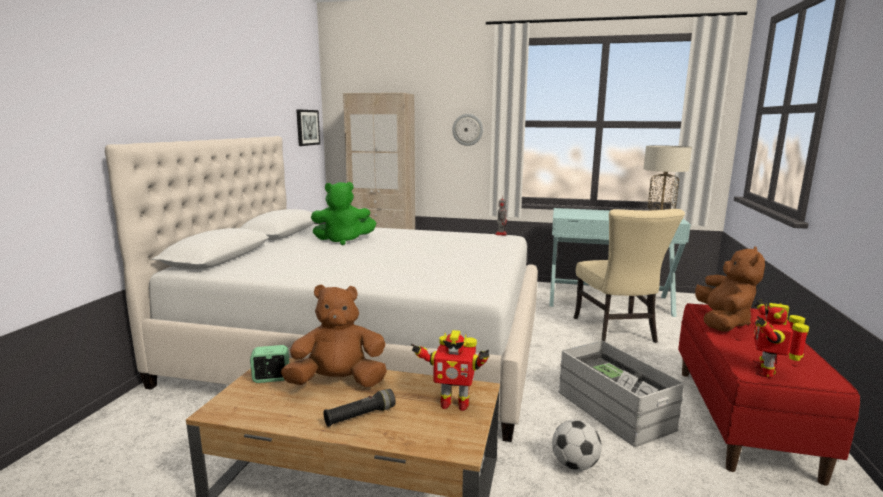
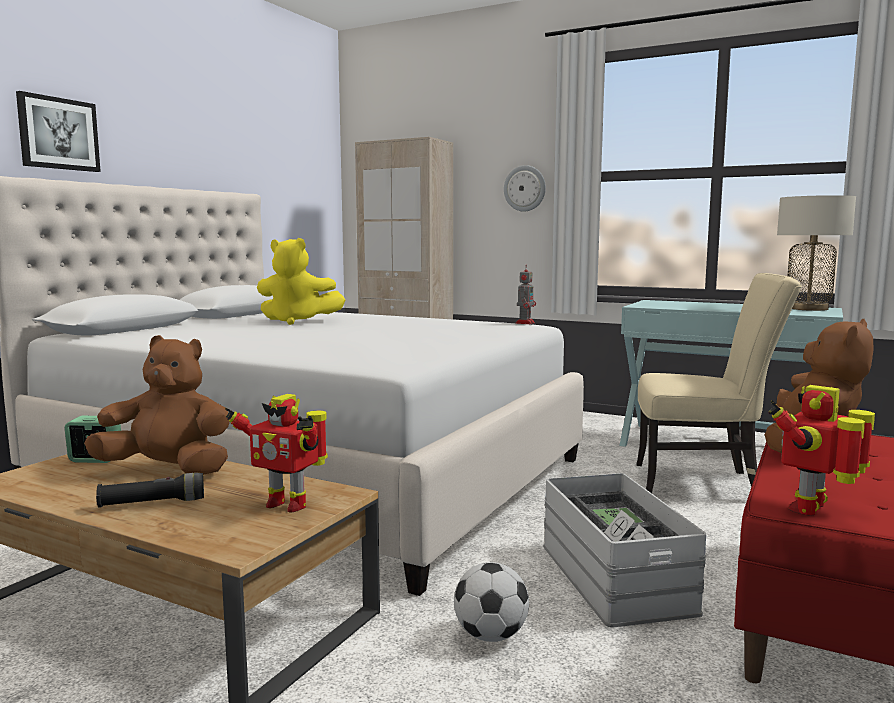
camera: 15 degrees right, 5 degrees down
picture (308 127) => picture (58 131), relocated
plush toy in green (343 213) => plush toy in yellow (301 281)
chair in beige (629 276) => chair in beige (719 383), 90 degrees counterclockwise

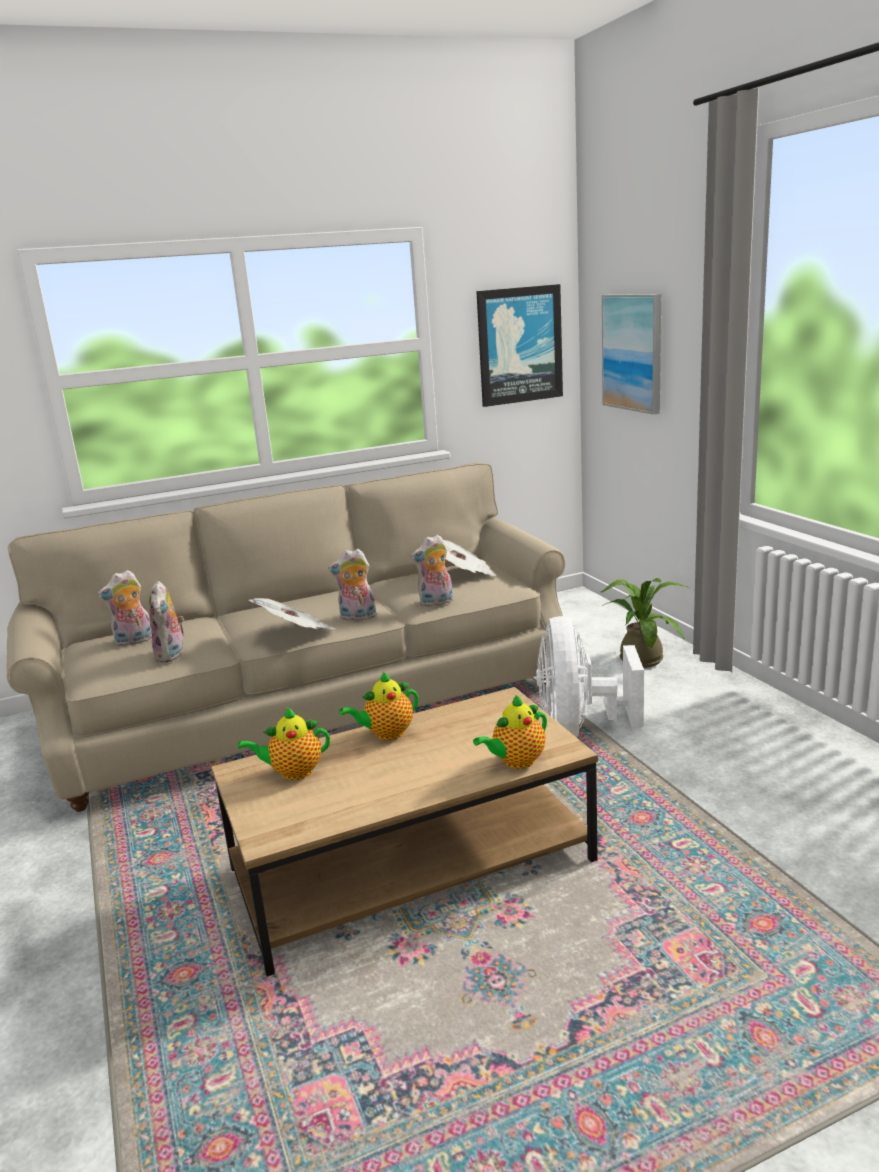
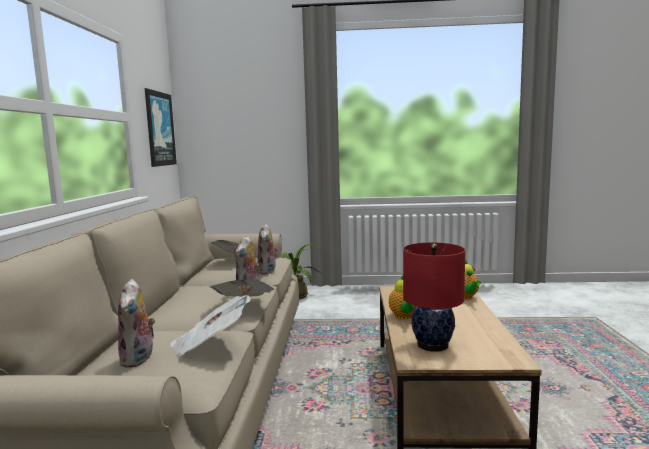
camera: 65 degrees left, 10 degrees down
plush toy (166 622) => newspaper (210 326)
teapot (284 743) => table lamp in red (434 297)
fan in white (590 676) => nothing
picture (631 354) => nothing

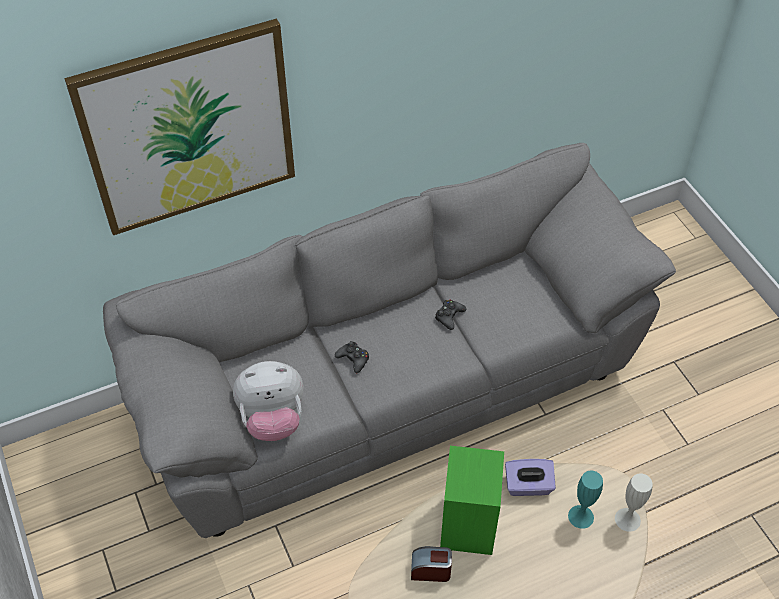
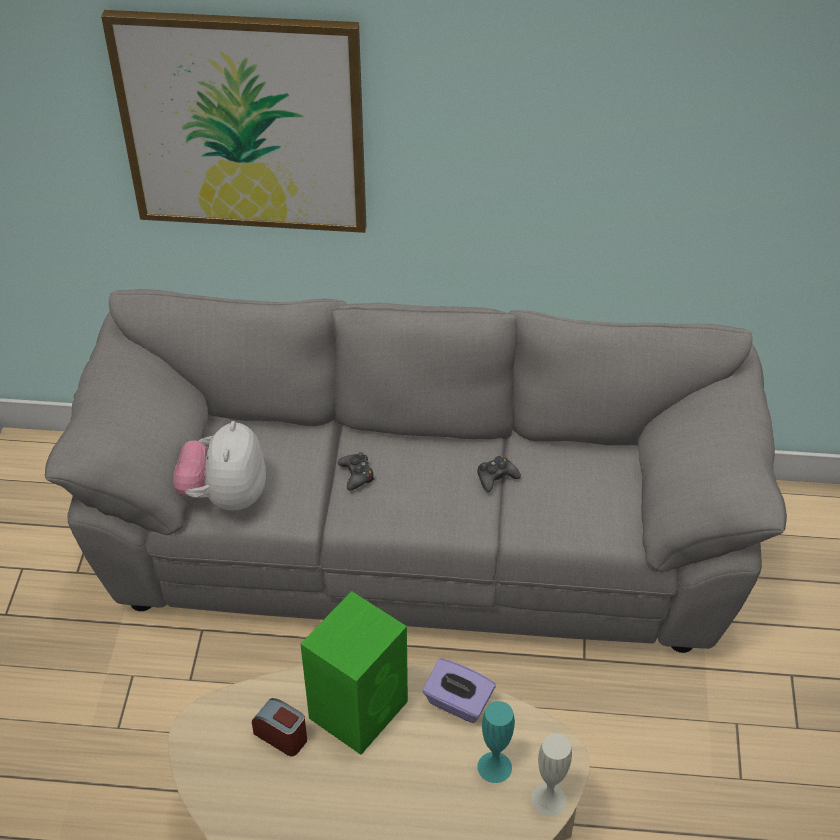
camera: 30 degrees right, 5 degrees down
plush toy (268 401) => plush toy (219 466), 75 degrees clockwise

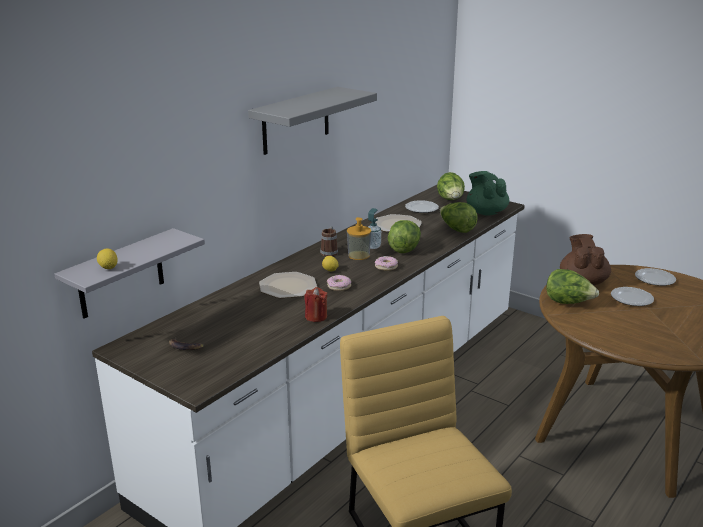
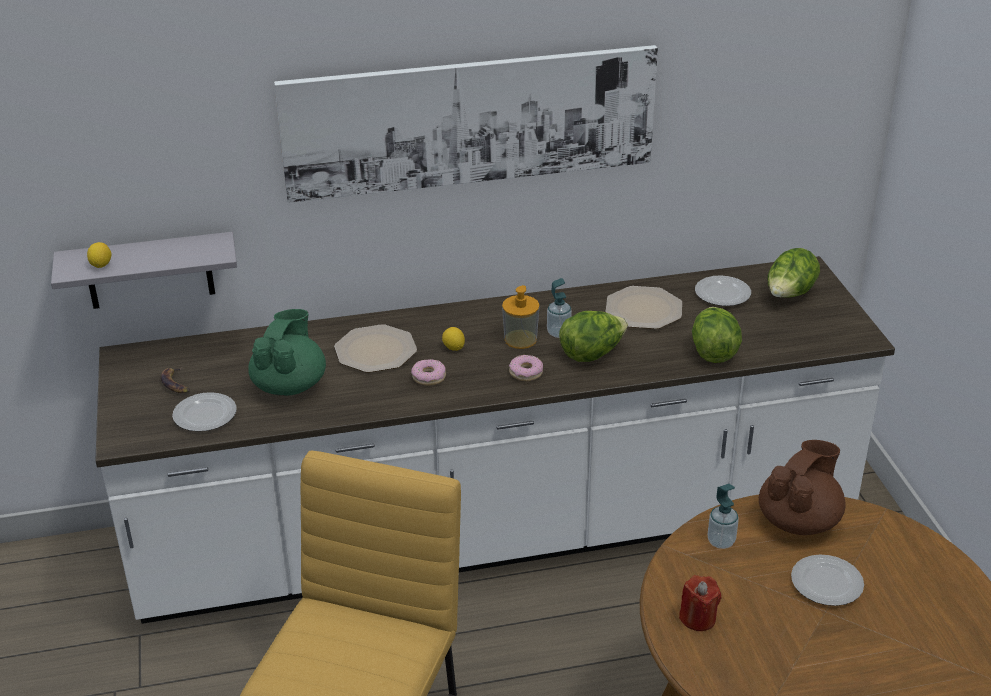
camera: 40 degrees right, 10 degrees up
plate (655 277) => plate (204 412), relocated
teapot in green (487 193) => teapot in green (287 352), relocated
shelf in grey (312 121) => picture (466 124)
candle in red (315 304) => candle in red (700 603), relocated
lettuce (572 286) => soap dispenser (723 516)
mug (329 241) => nothing

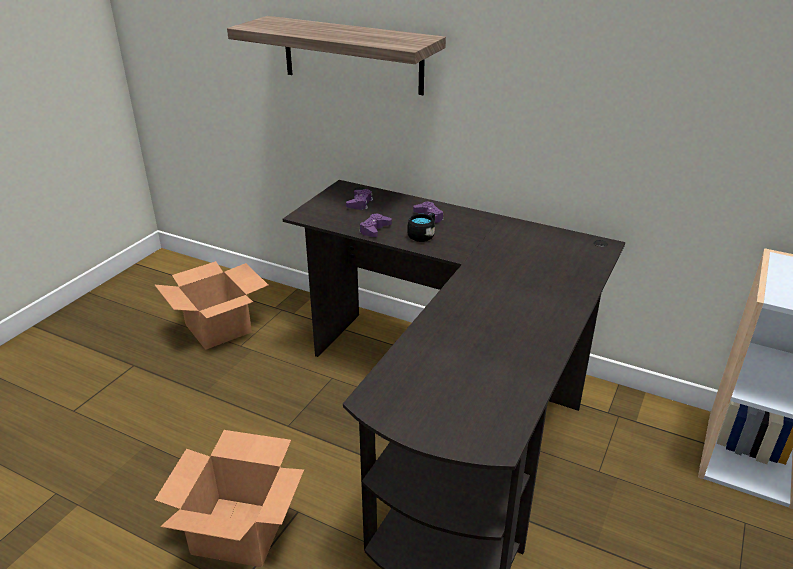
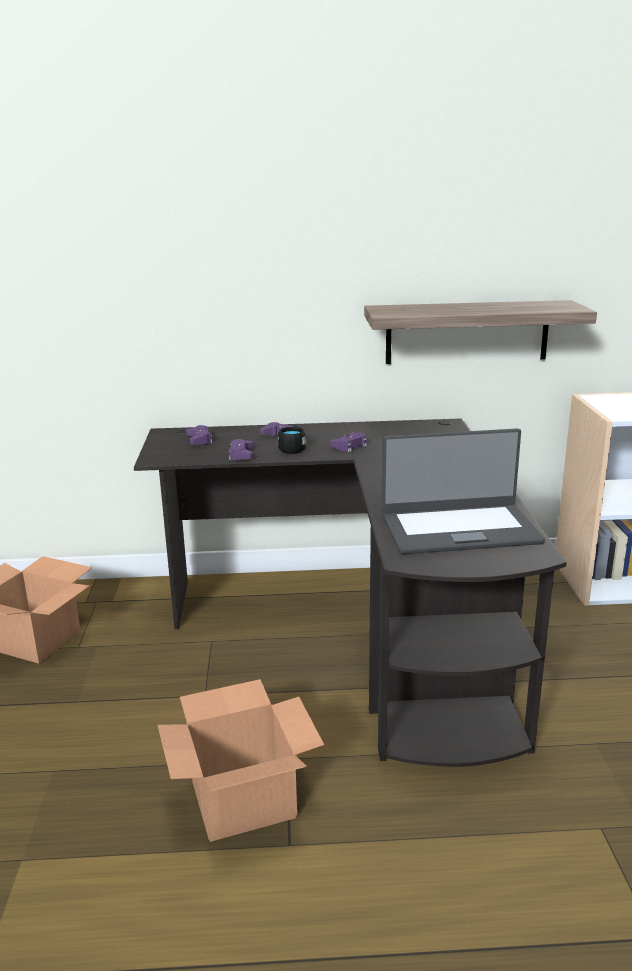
camera: 30 degrees left, 10 degrees down
nothing => game controller in purple (348 442)
shelf (336 55) => shelf (480 332), relocated
nothing => laptop (463 491)

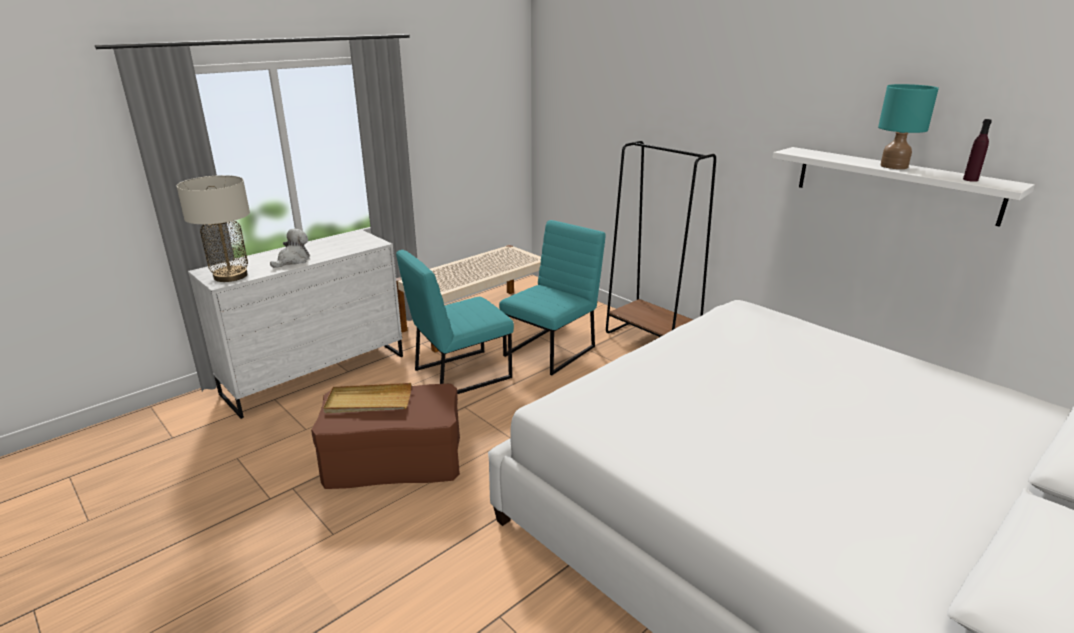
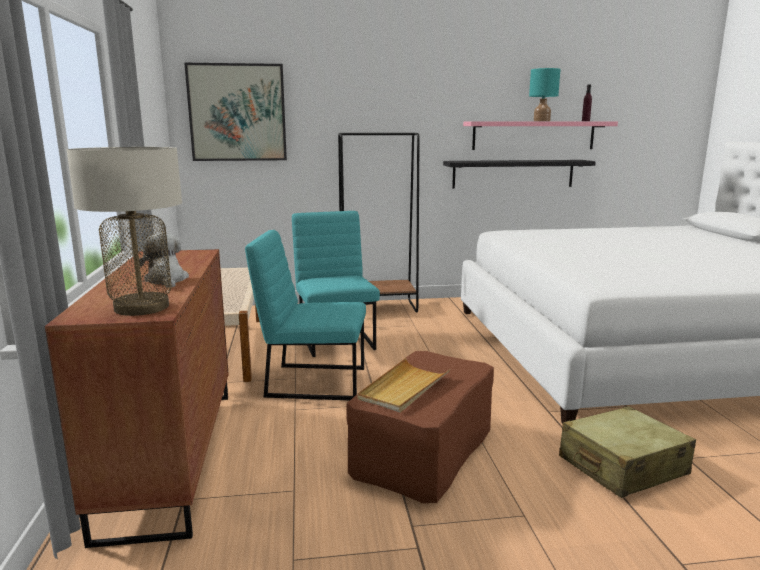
camera: 55 degrees left, 10 degrees down
dresser in white (295 324) => dresser in brown (137 398)
nothing => picture (235 112)
chair in turquoise (455 322) => chair in turquoise (305 315), 90 degrees clockwise
nothing => shelf in black (519 174)
shelf in white (903 187) => shelf in pink (540 135)
nothing => suitcase in beige (627 452)

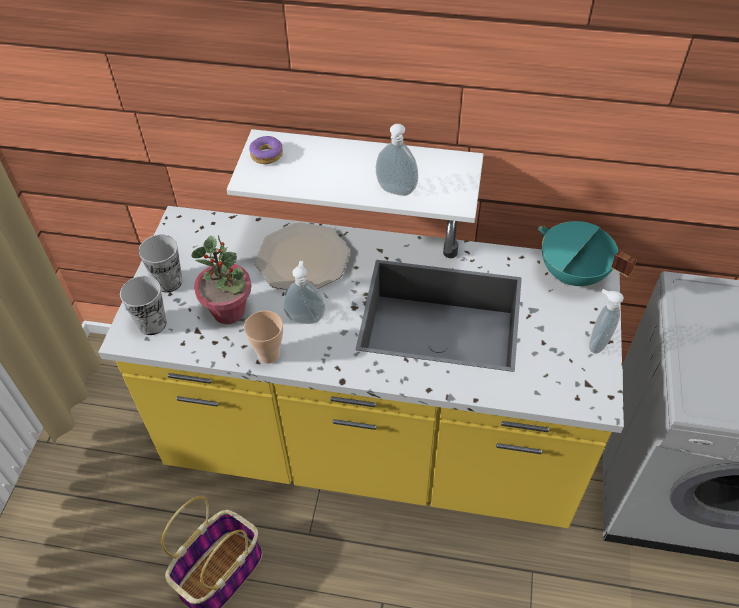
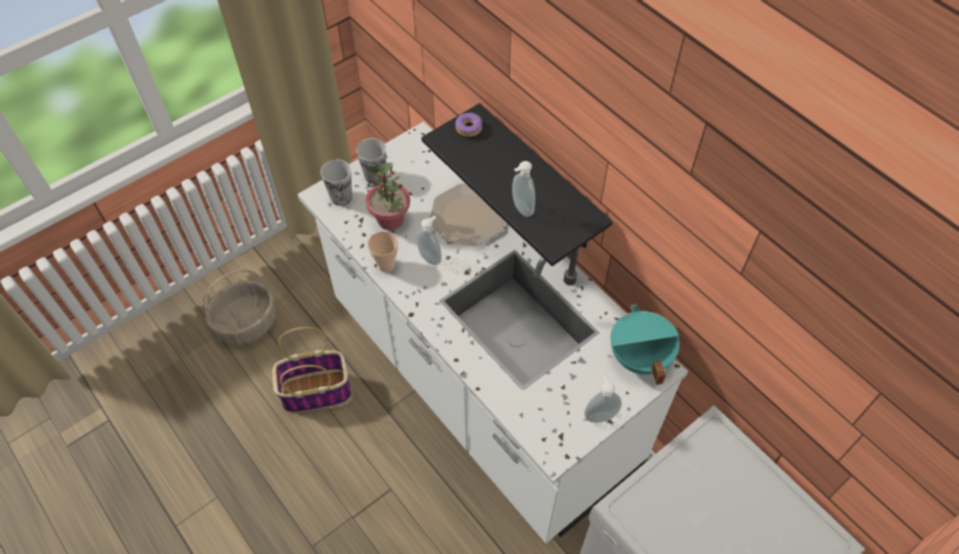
camera: 40 degrees right, 5 degrees up
nothing => basket (239 307)
counter in yellow (361 367) => counter in white (493 332)
shelf in white (355 176) => shelf in black (517 184)

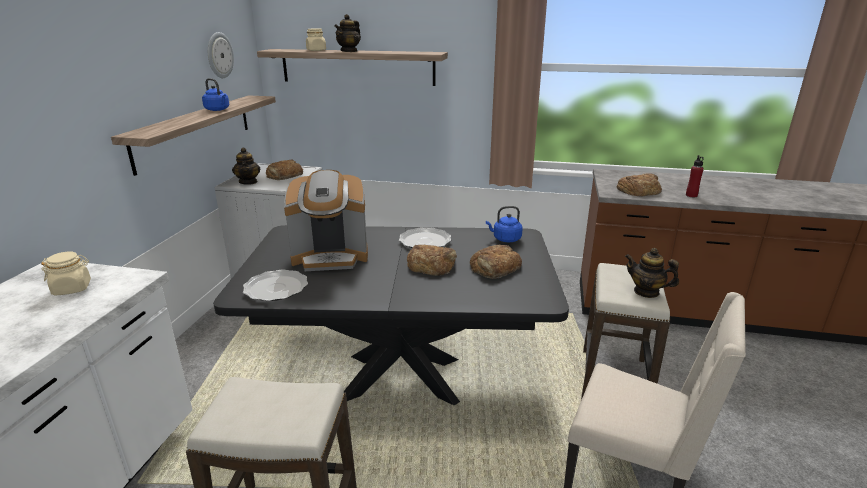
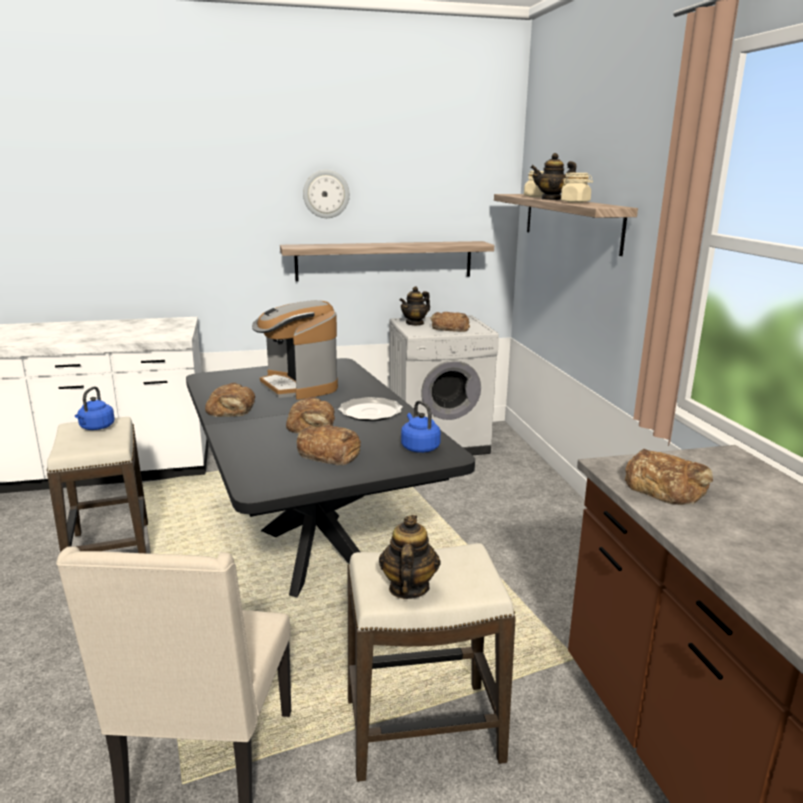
camera: 65 degrees right, 5 degrees down
kettle in blue (215 94) => kettle in blue (95 408), relocated
nothing => bread (230 400)
wall clock (221 55) => wall clock (326 194), relocated
jar in beige (66 273) => jar in beige (577 188), relocated
plate (275 285) => nothing
bottle in red (695 176) => nothing

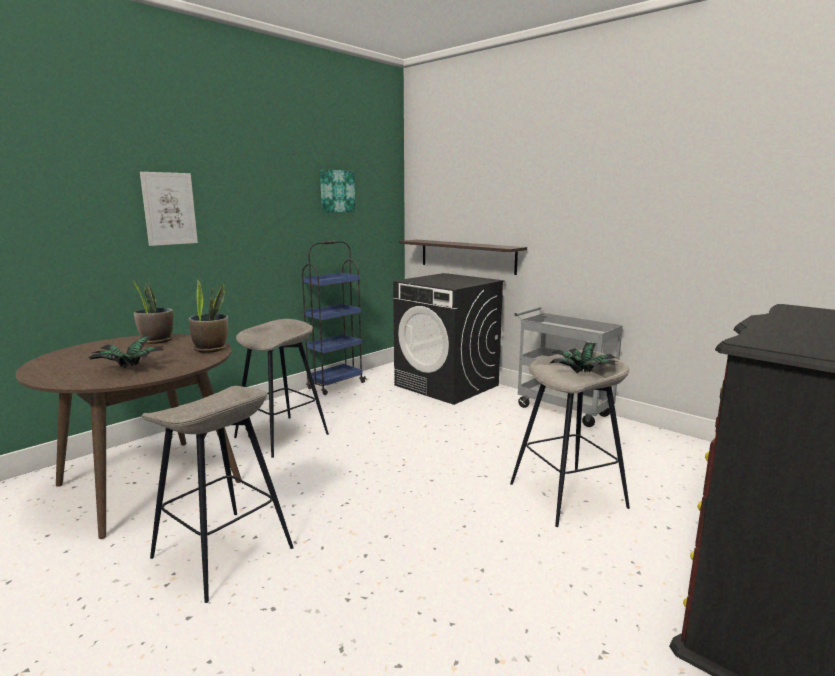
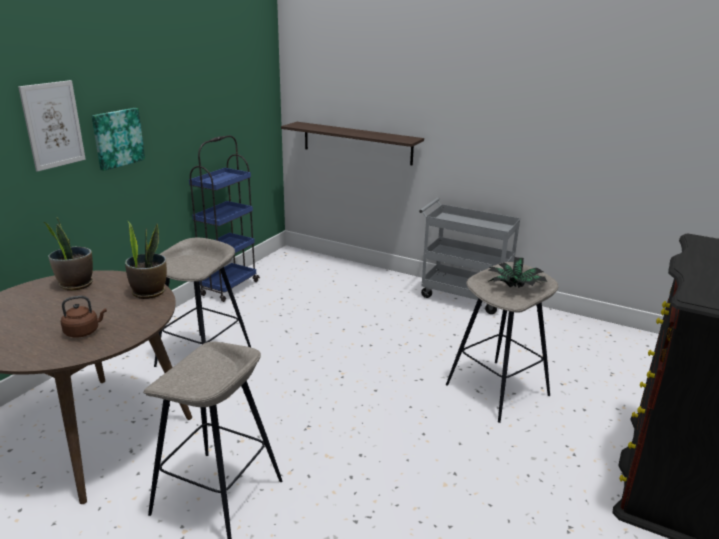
camera: 15 degrees left, 10 degrees up
potted plant (125 351) => kettle in brown (84 317)
picture (337 191) => picture (118 139), relocated
washing machine in black (448 339) => nothing

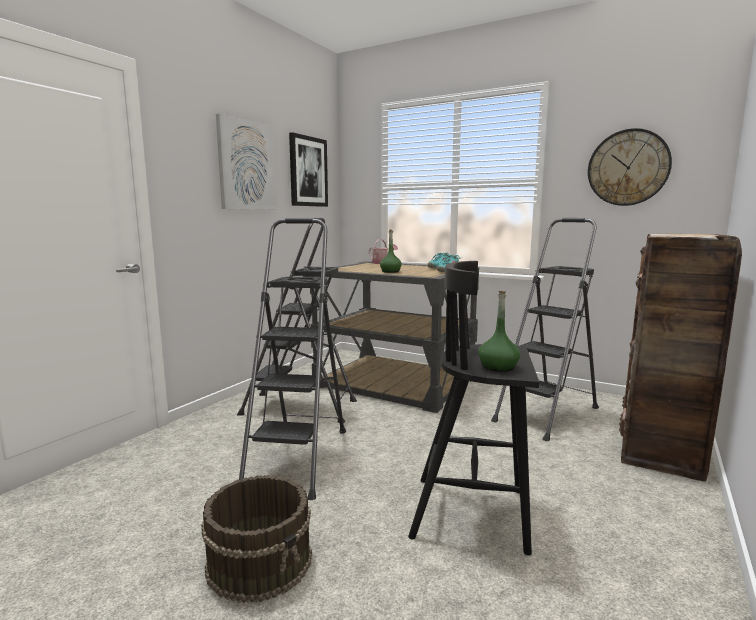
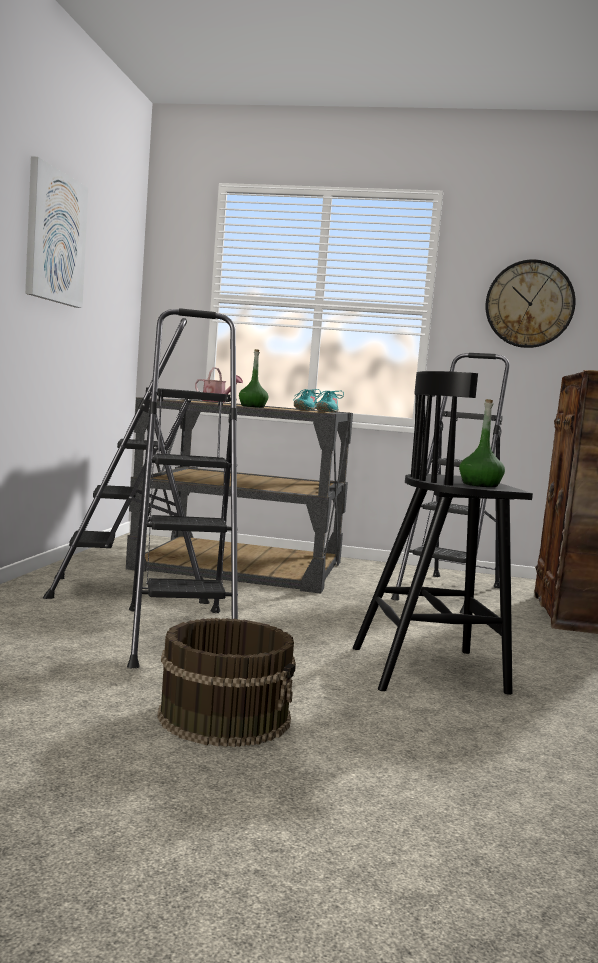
camera: 20 degrees left, 5 degrees down
picture (308 169) => nothing

